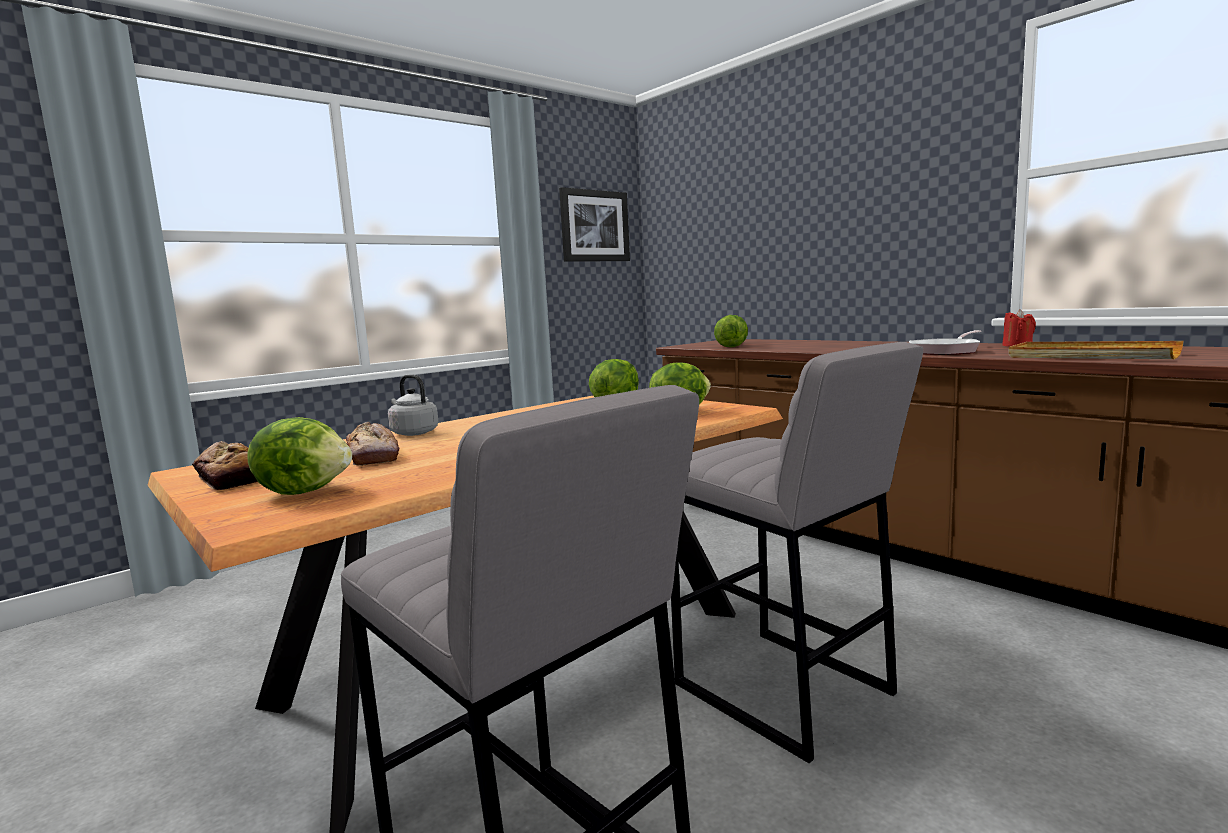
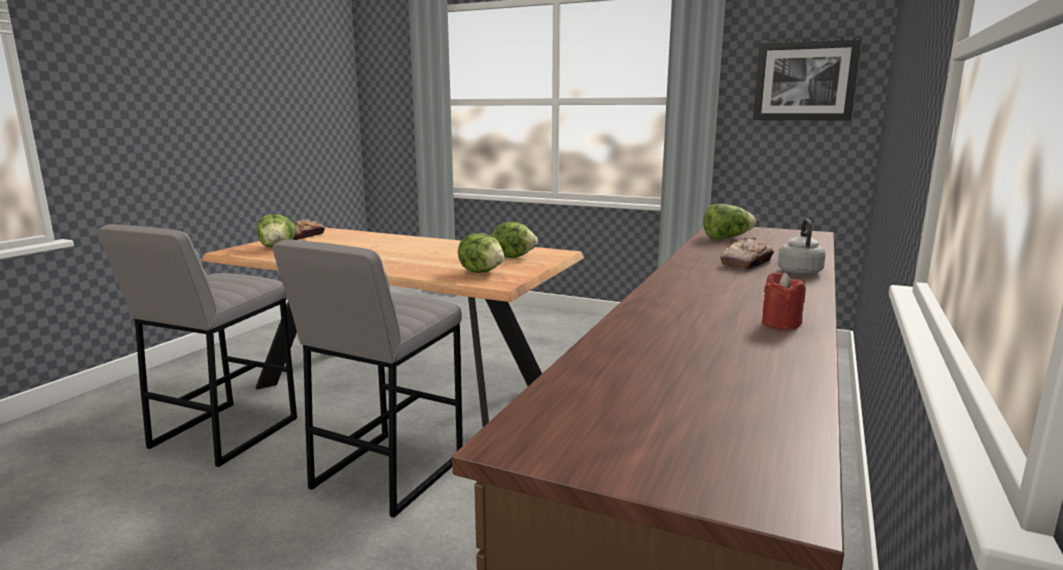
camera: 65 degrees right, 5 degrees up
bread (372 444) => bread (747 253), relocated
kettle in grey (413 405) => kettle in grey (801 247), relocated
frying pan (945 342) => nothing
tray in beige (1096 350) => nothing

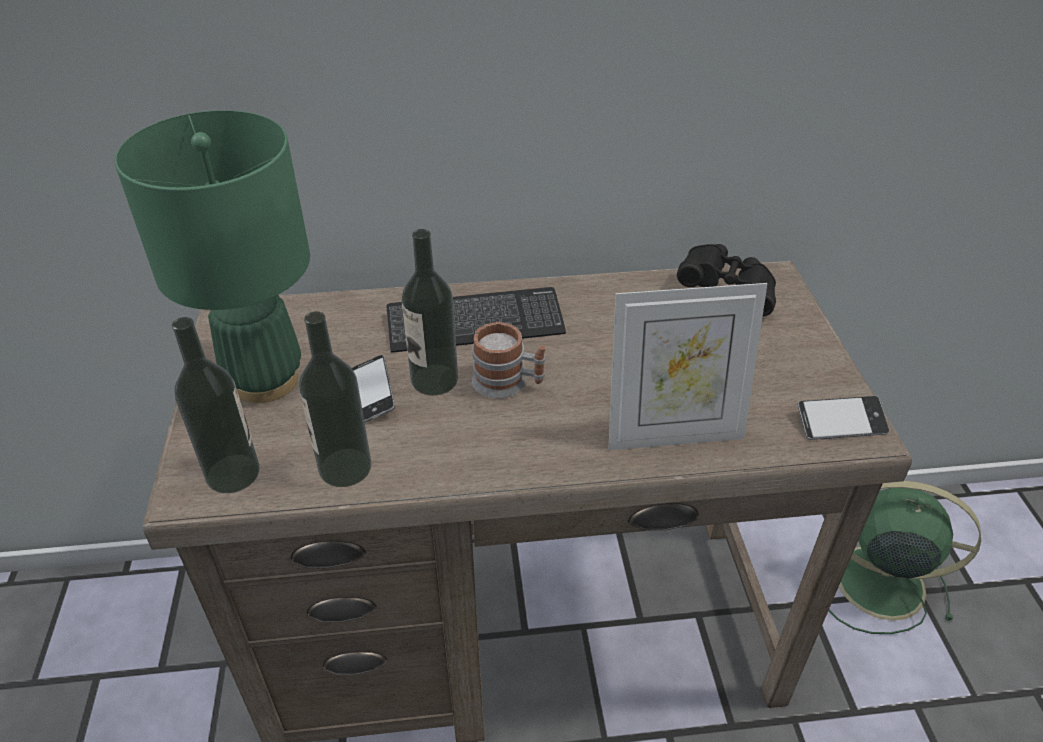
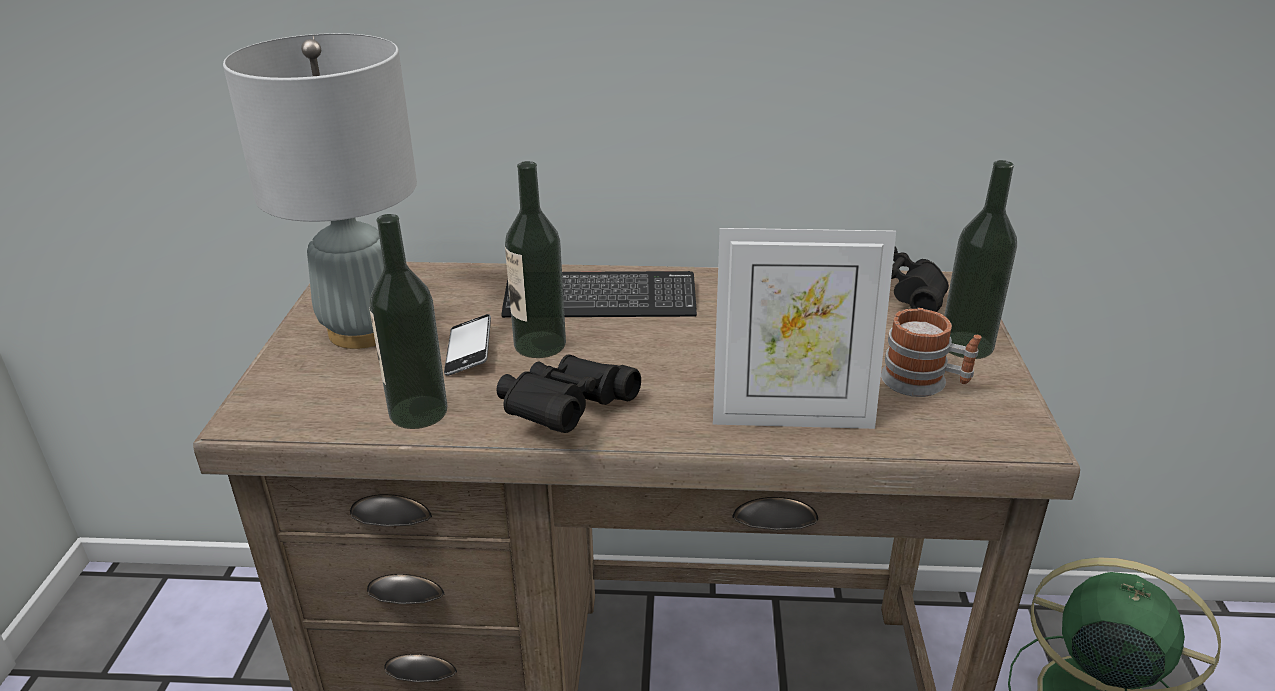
camera: 10 degrees right, 10 degrees down
table lamp in green (212 256) => table lamp in grey (320 191)
nothing => binoculars in black (569 393)
mug (509 360) => mug (931 352), relocated
bottle (215 405) => bottle (980 259), relocated
phone (843 418) => nothing

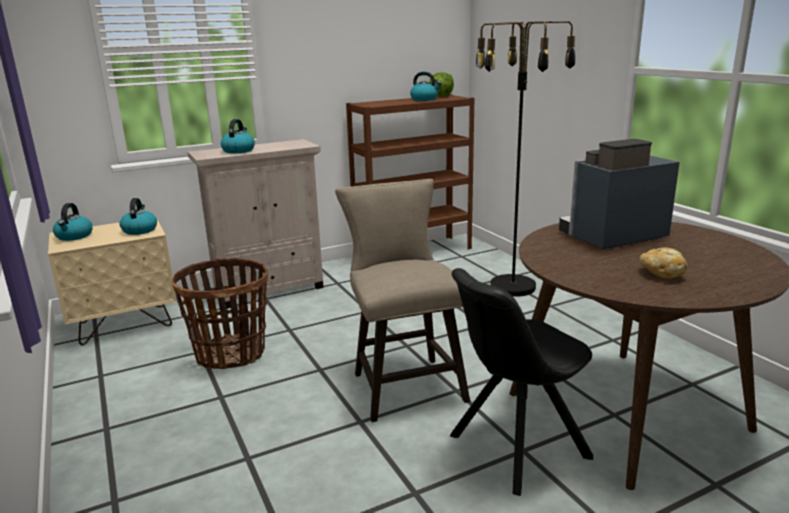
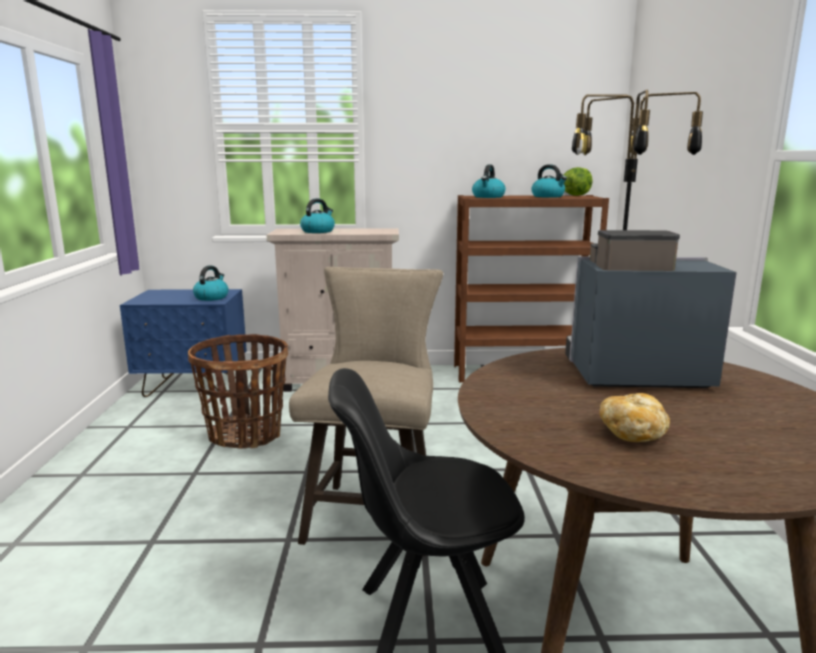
camera: 25 degrees right, 5 degrees down
nightstand in beige (112 282) => nightstand in blue (183 343)
kettle (73 222) => kettle (489 181), relocated

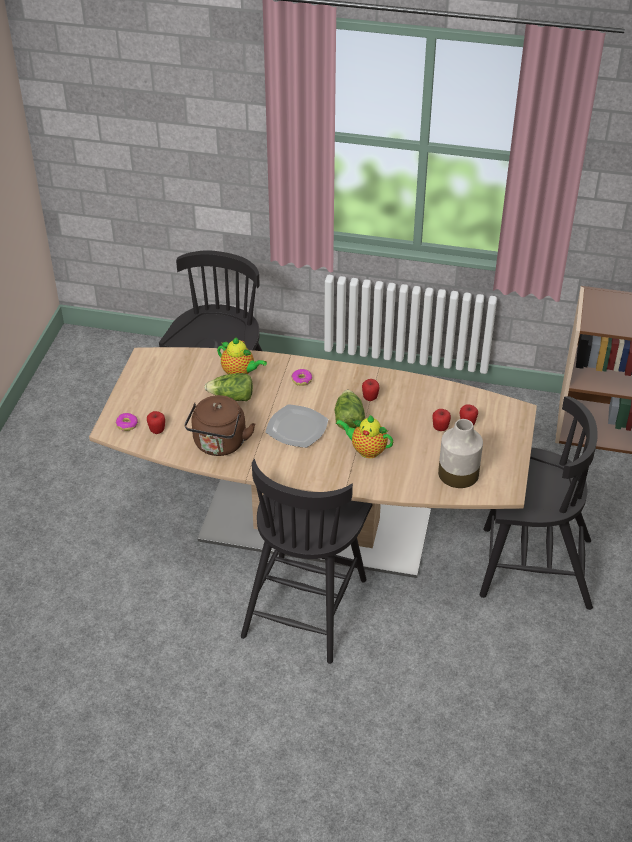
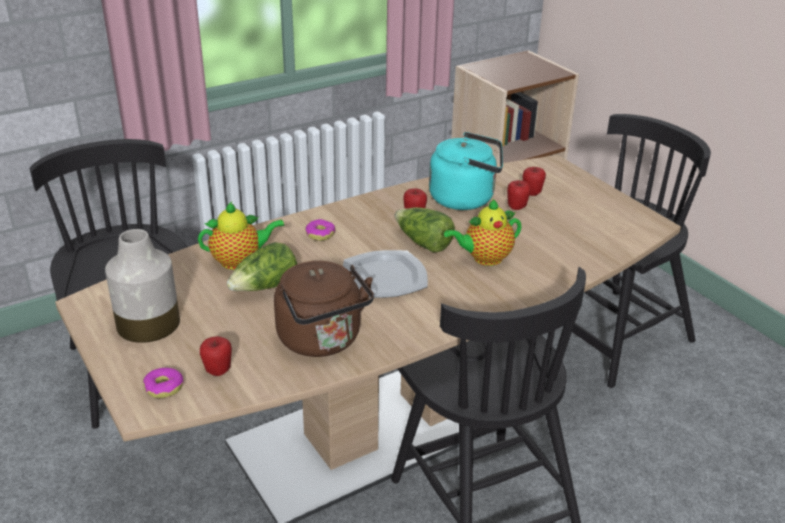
camera: 45 degrees left, 10 degrees down
vase in beige (460 453) => vase in beige (142 286), relocated
nothing => kettle in turquoise (466 171)

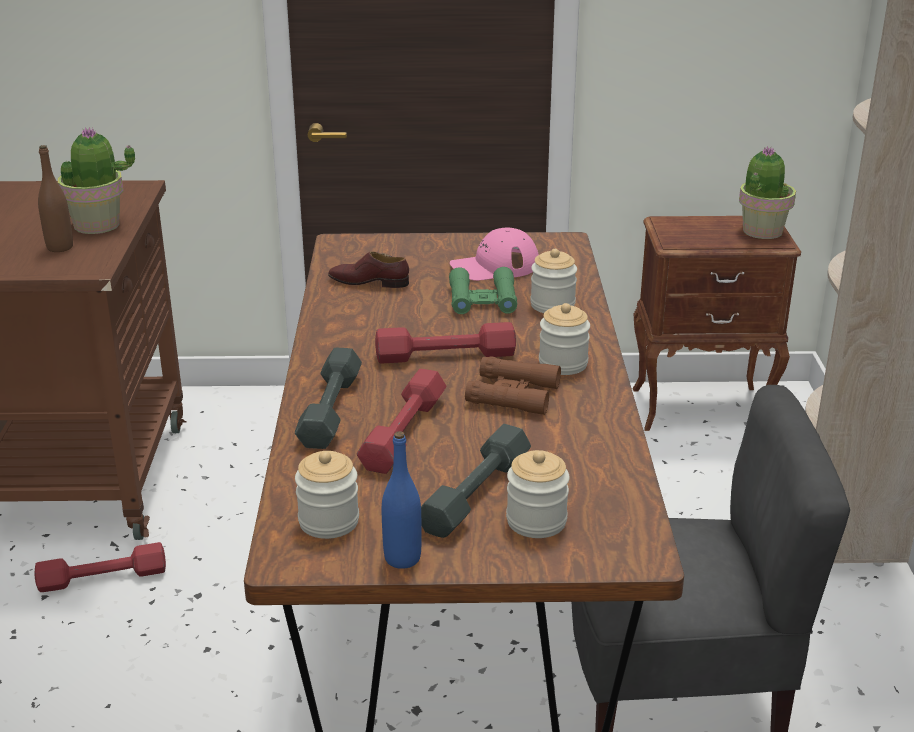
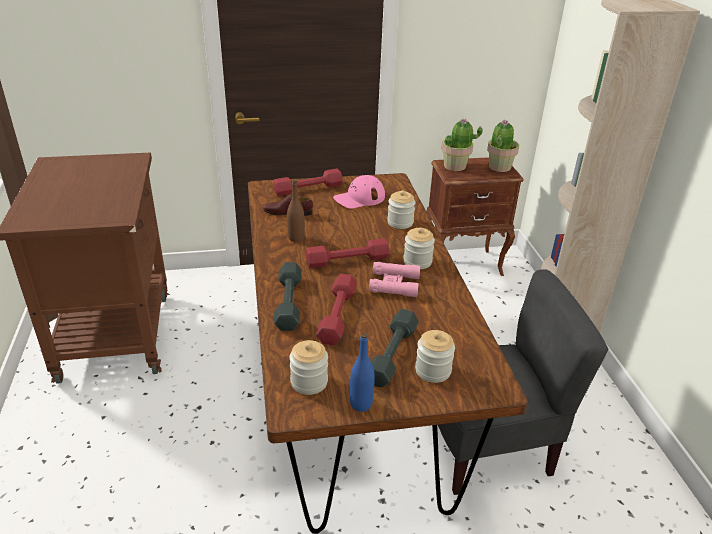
camera: 10 degrees left, 5 degrees up
dumbbell in red (100 567) => dumbbell in red (308 182), relocated
bottle in brown (55 198) => bottle in brown (296 211), relocated
binoculars in brown (513 385) => binoculars in pink (394 279)
potted plant (96 180) => potted plant (462 144), relocated
binoculars in green (483 290) => nothing

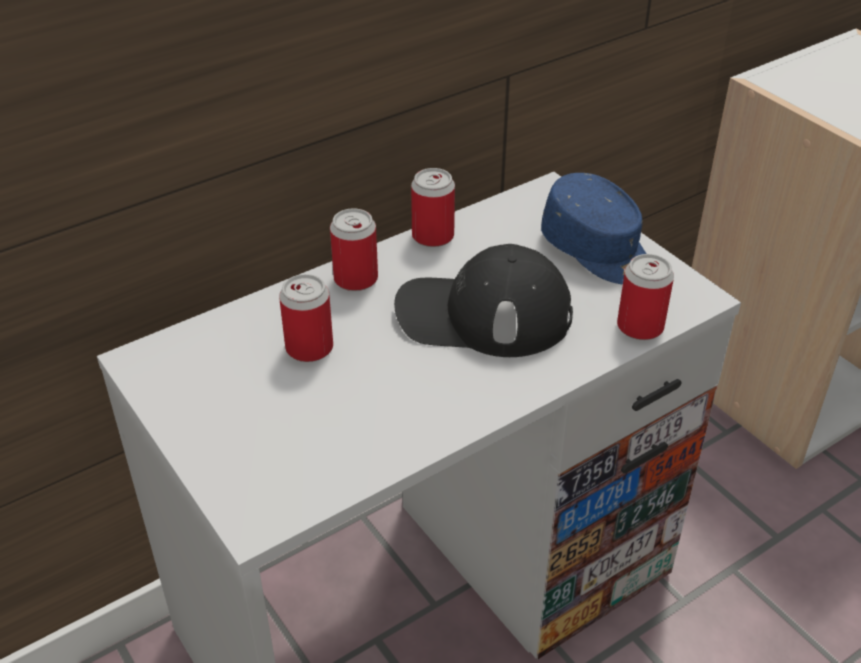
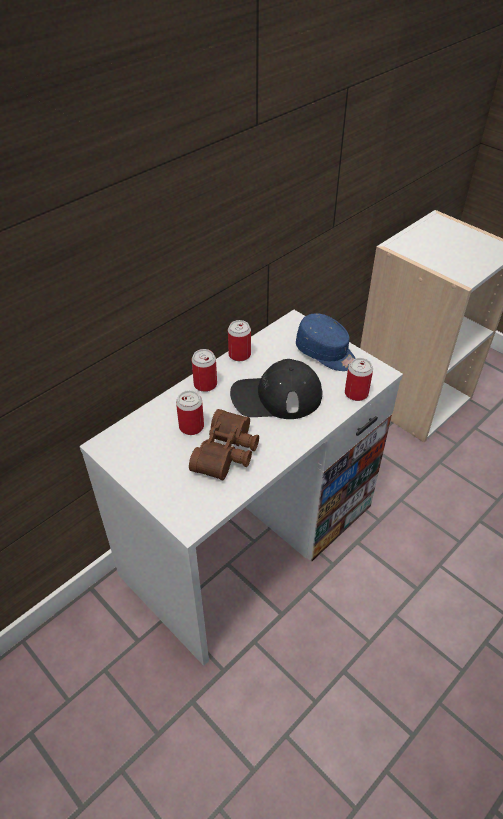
camera: 10 degrees left, 5 degrees up
nothing => binoculars in brown (224 444)

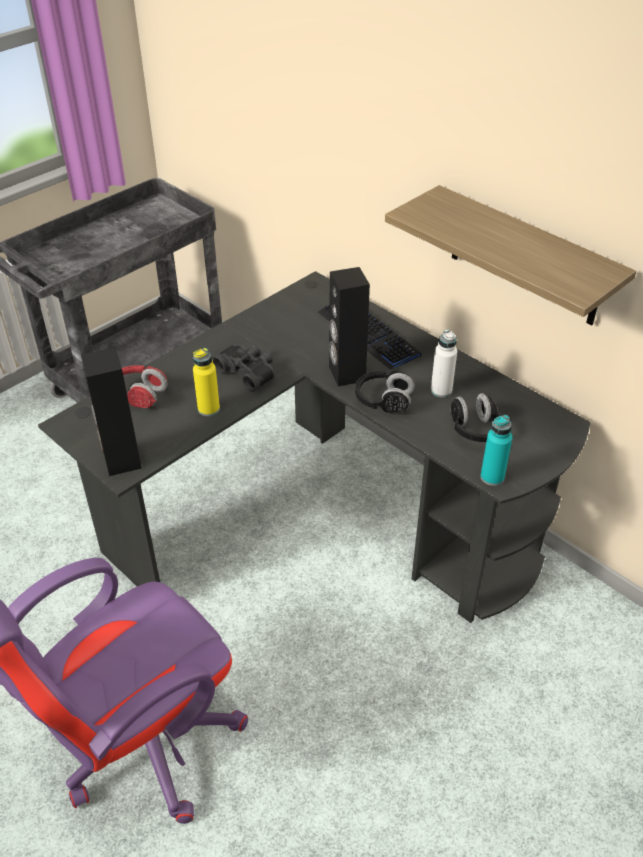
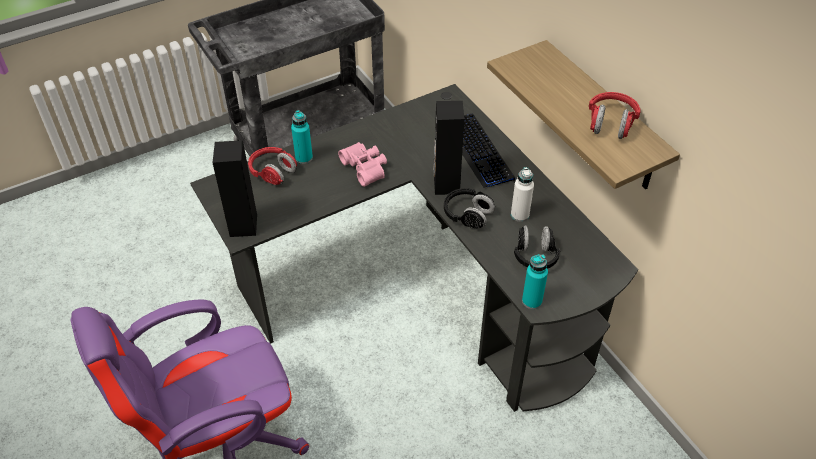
camera: 15 degrees right, 5 degrees up
nothing => bottle in turquoise (302 137)
binoculars in black (243 368) => binoculars in pink (362 164)
nothing => headphones in red (614 115)
bottle in yellow (206 382) => nothing

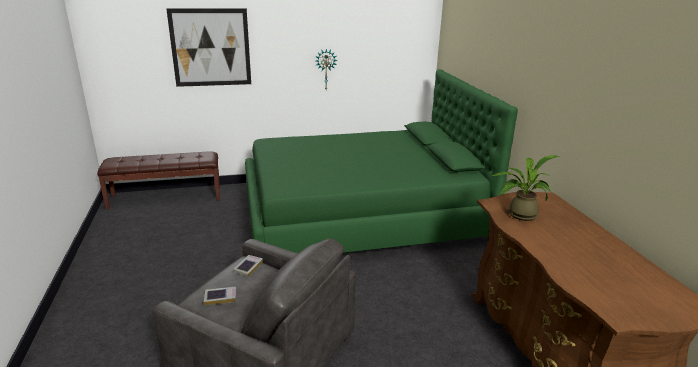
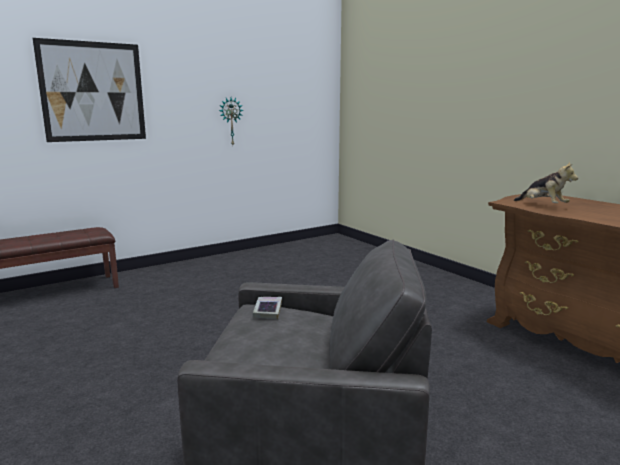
camera: 20 degrees left, 10 degrees down
potted plant (525 188) => plush toy (546 182)
book (220 296) => nothing
bed in green (381 161) => nothing

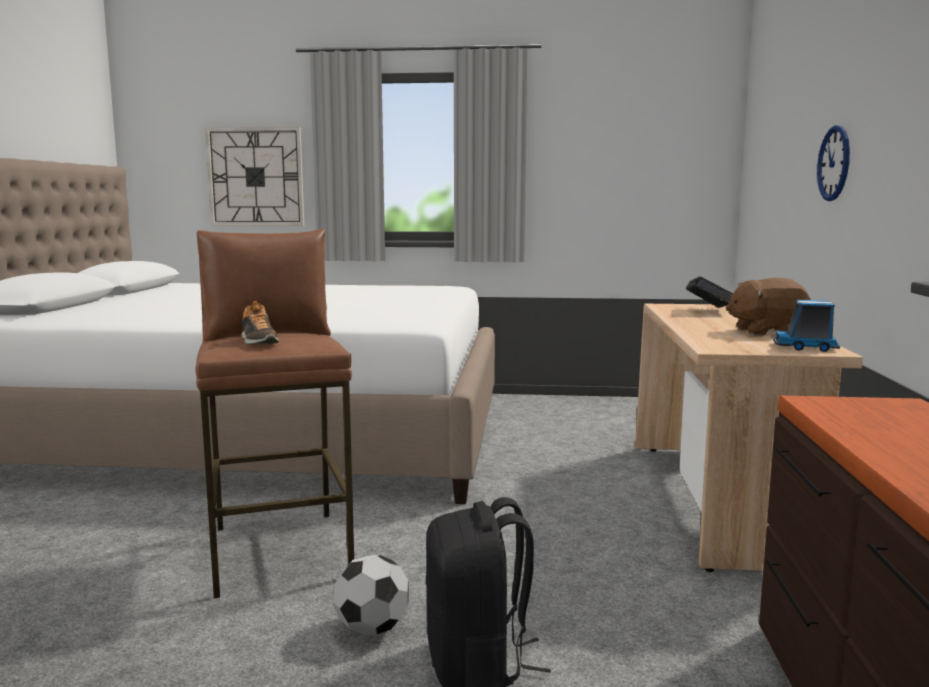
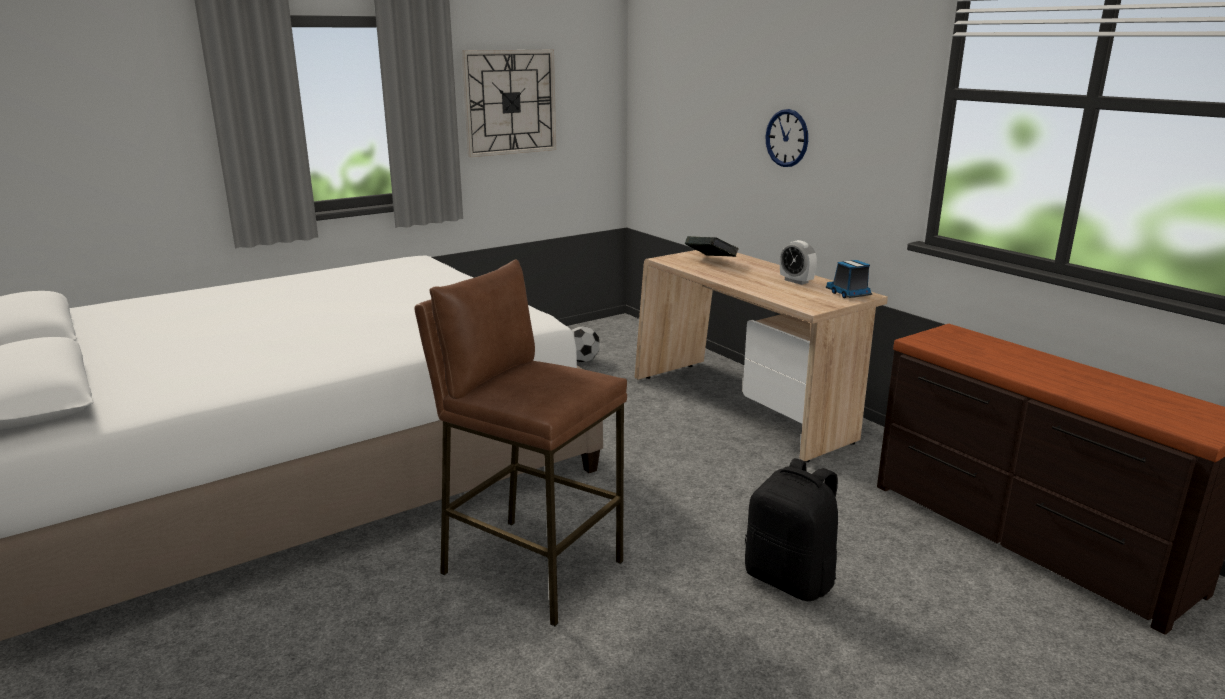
camera: 40 degrees left, 10 degrees up
wall clock (254 176) => wall clock (509 103), relocated
football (371 594) => football (585 344), relocated
plush toy in brown (768 307) => alarm clock (798 262)
toy truck (806 326) => toy truck (849 279), 90 degrees clockwise
shoe (260 323) => nothing

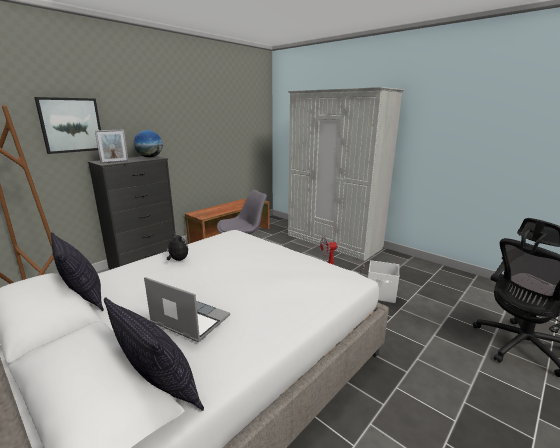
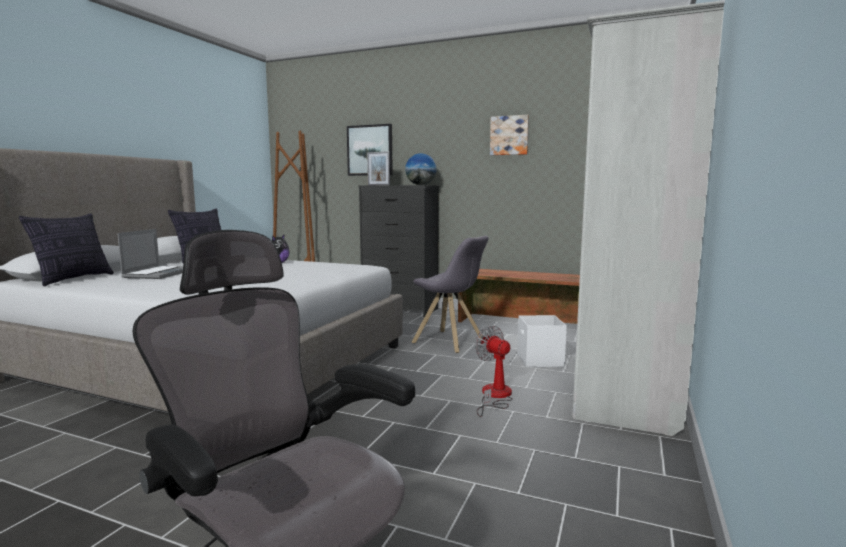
camera: 70 degrees right, 10 degrees down
nothing => picture (509 135)
storage box in white (383 281) => storage box in white (542 341), relocated

